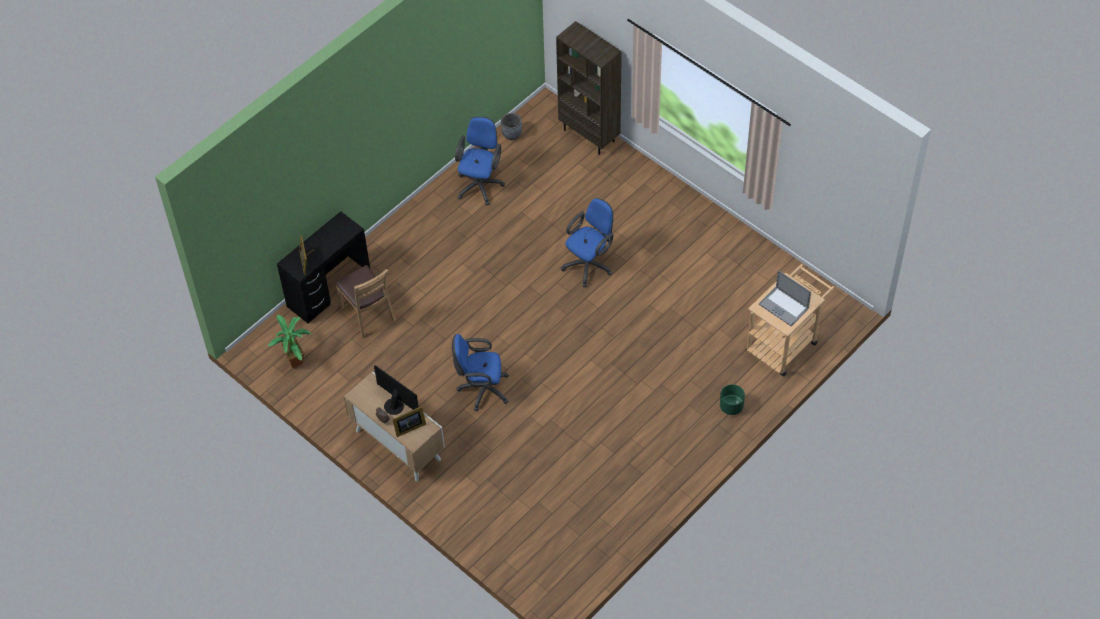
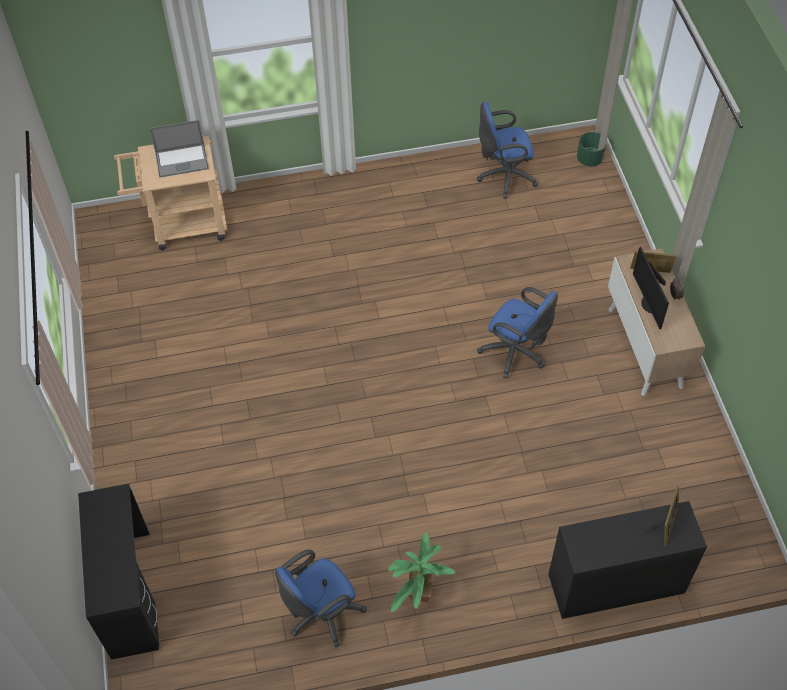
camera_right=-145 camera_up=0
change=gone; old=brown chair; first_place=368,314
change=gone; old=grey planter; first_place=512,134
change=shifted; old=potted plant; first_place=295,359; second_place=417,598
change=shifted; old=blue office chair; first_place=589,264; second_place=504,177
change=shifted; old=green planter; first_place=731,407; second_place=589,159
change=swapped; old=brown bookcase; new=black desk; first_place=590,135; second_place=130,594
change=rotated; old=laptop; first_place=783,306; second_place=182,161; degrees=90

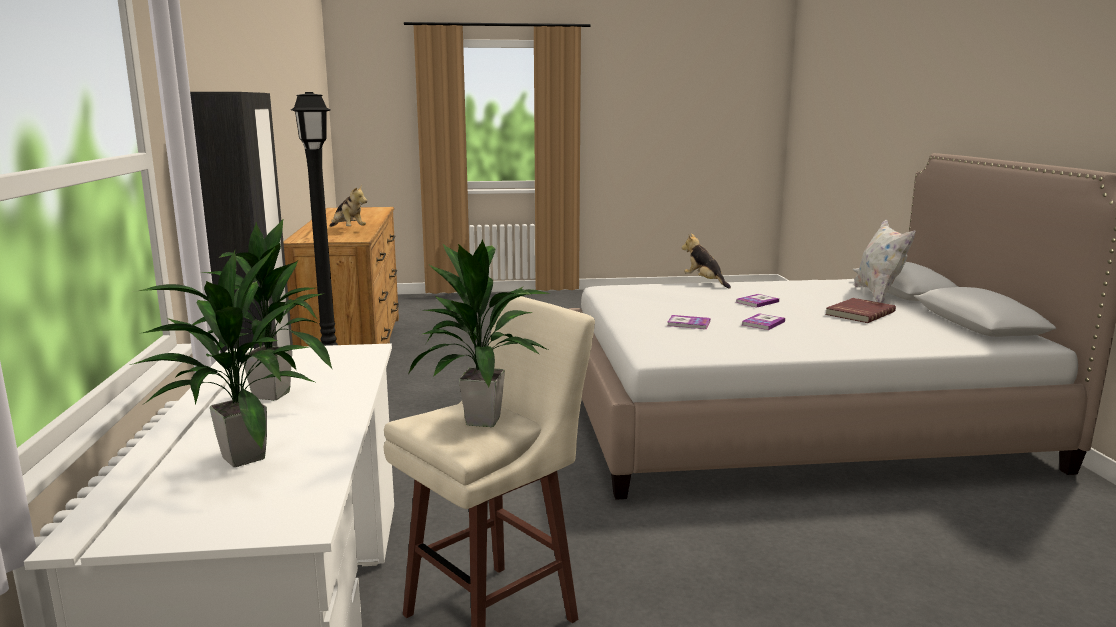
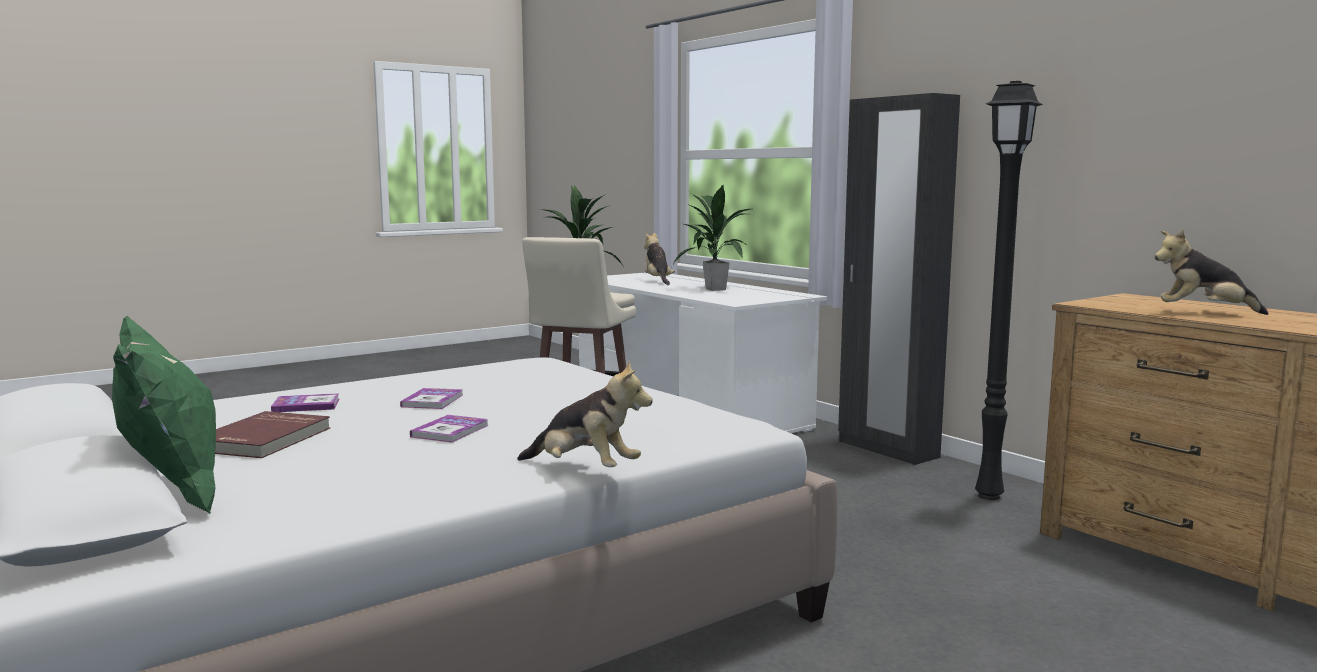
camera_right=150 camera_up=-5
change=shifted; old=book; first_place=688,323; second_place=306,405
change=swapped; old=potted plant; new=plush toy; first_place=241,458; second_place=658,281
change=repainted; old=white pillow; new=green pillow; first_place=878,295; second_place=173,494

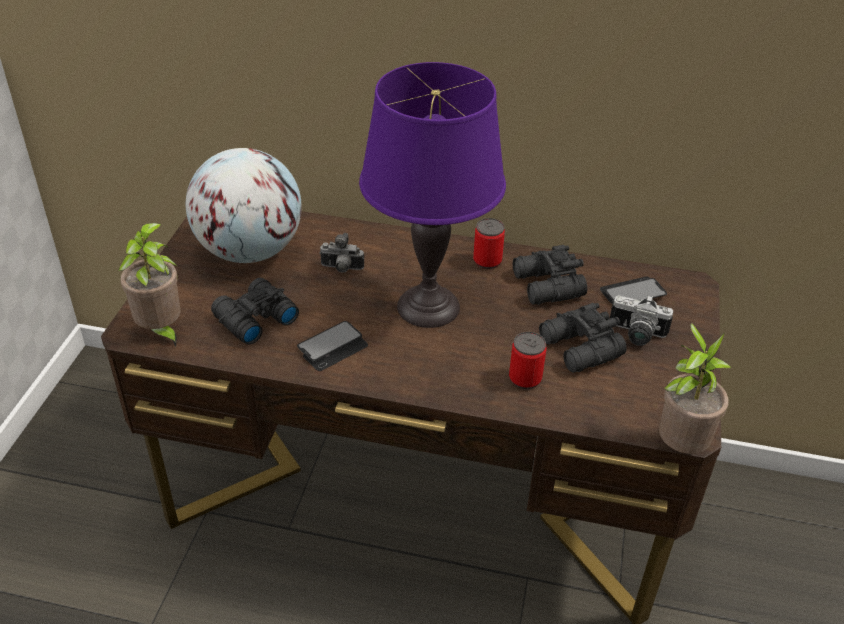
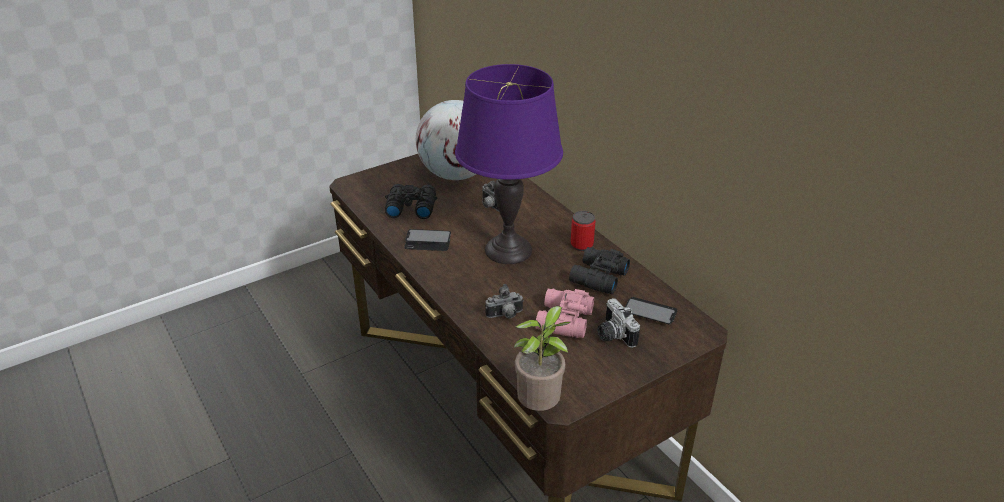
camera_right=45 camera_up=-5
change=gone; old=potted plant; first_place=161,331
change=swapped; old=can; new=photo camera; first_place=525,378; second_place=505,315
change=repainted; old=black binoculars; new=pink binoculars; first_place=579,349; second_place=562,321

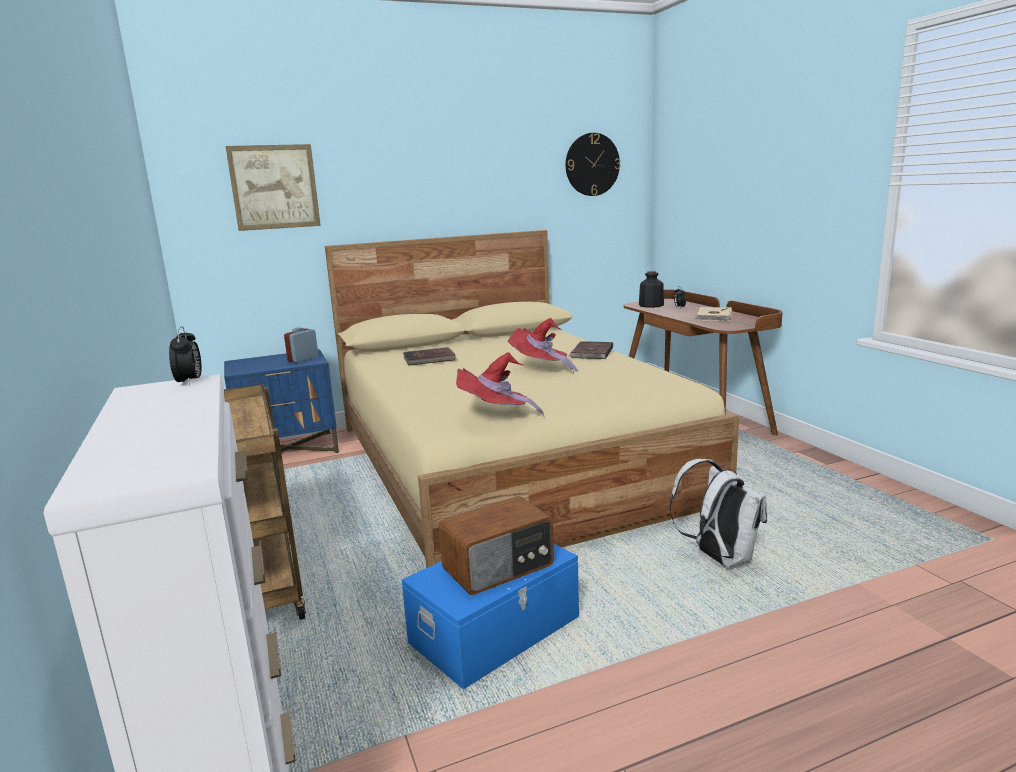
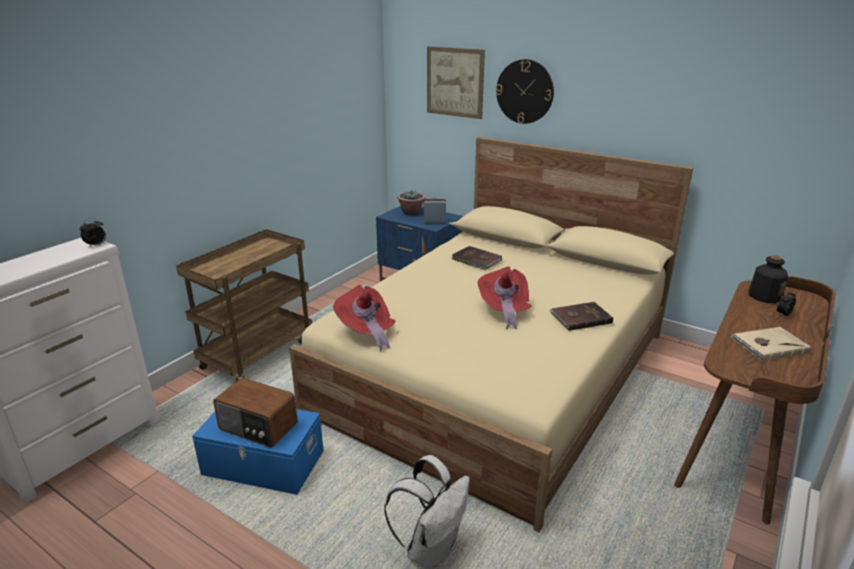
camera_right=55 camera_up=10
change=new; new=potted plant; second_place=411,213
change=shifted; old=wall clock; first_place=592,164; second_place=524,91

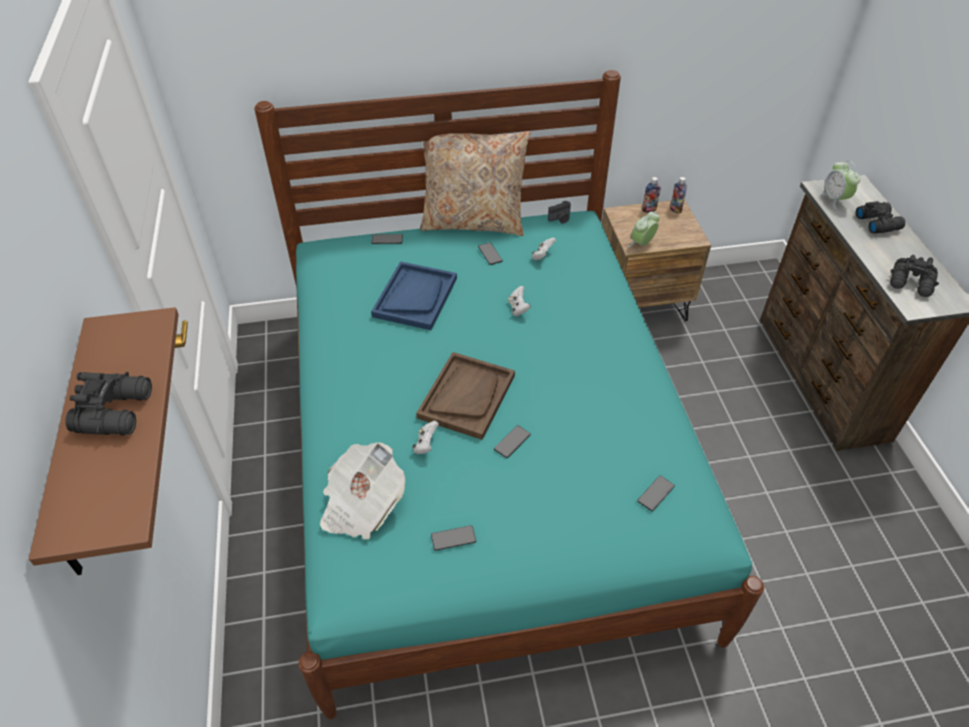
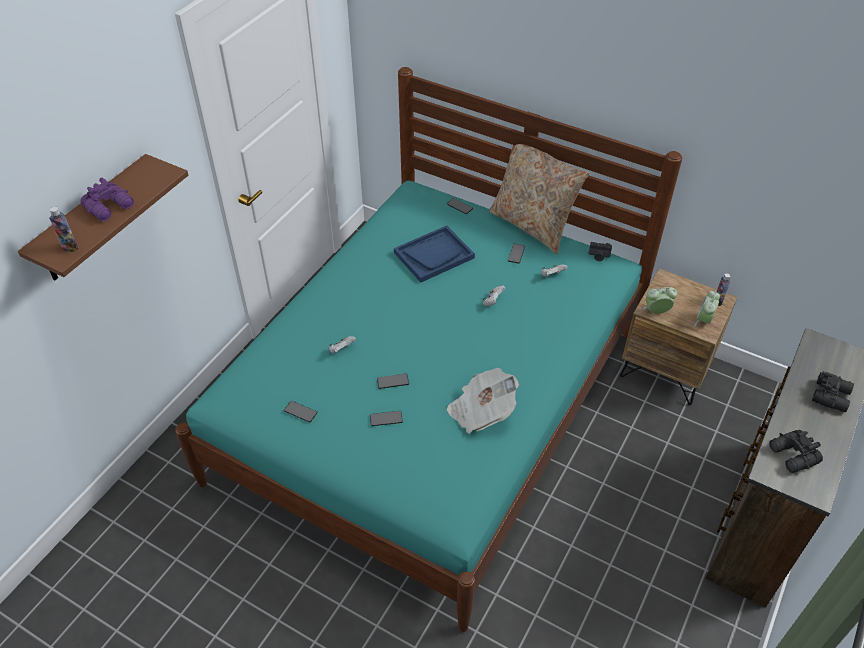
camera_right=40 camera_up=0
change=gone; old=brown tray; first_place=466,396
change=shifted; old=newspaper; first_place=361,505; second_place=481,411
change=shifted; old=phone; first_place=655,494; second_place=386,419
change=shifted; old=bottle; first_place=649,210; second_place=69,247
change=shifted; old=alarm clock; first_place=835,199; second_place=704,320
change=repainted; old=black binoculars; new=purple binoculars; first_place=116,410; second_place=110,207

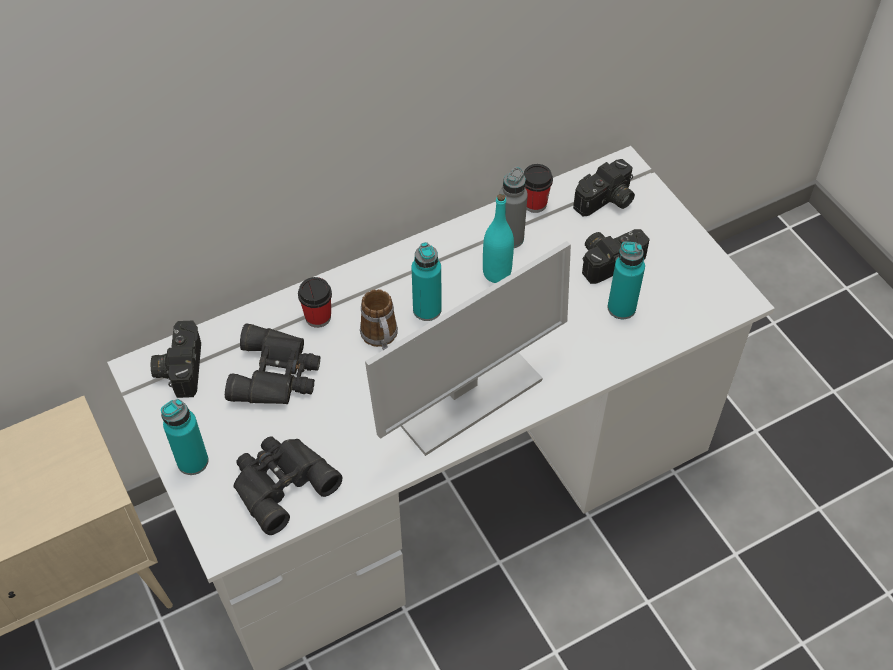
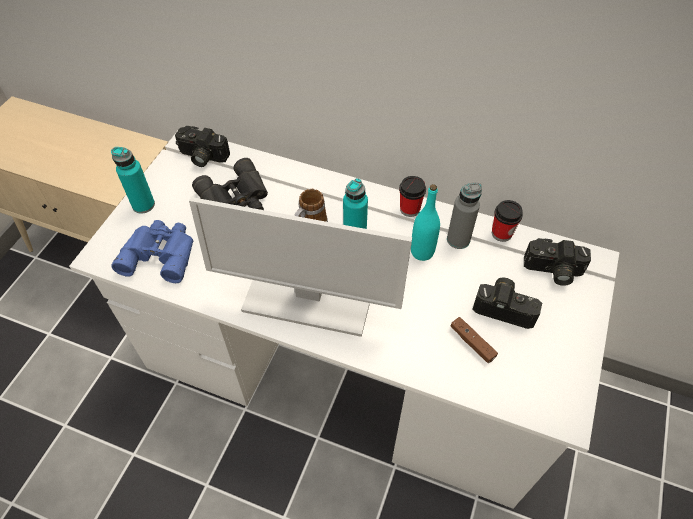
camera_right=50 camera_up=0
change=shifted; old=cup; first_place=318,317; second_place=409,209
change=swapped; old=turquoise bottle; new=brown game controller; first_place=621,308; second_place=472,343
change=repainted; old=black binoculars; new=blue binoculars; first_place=280,483; second_place=160,253
change=rotated; old=photo camera; first_place=179,367; second_place=202,157; degrees=-120

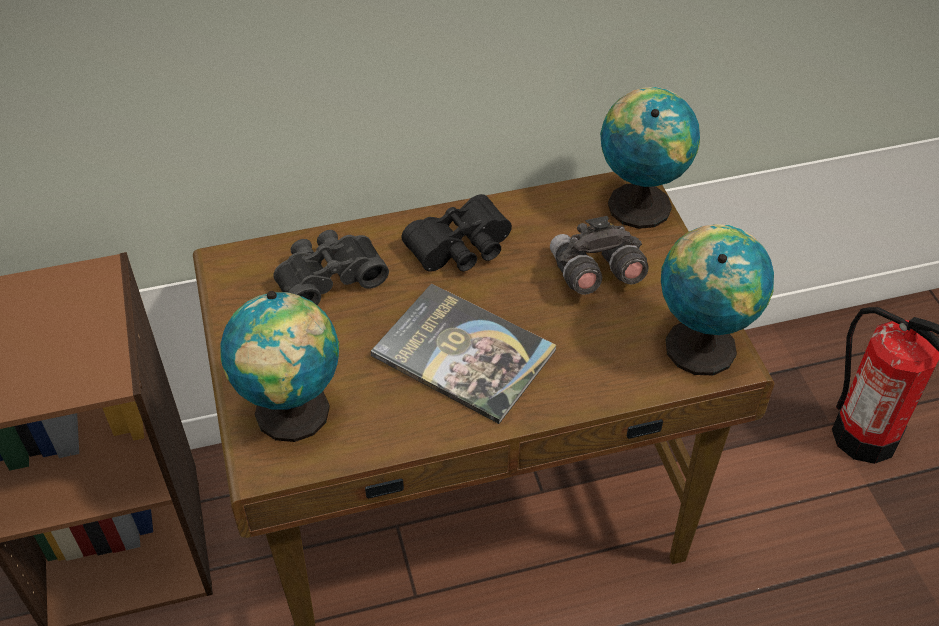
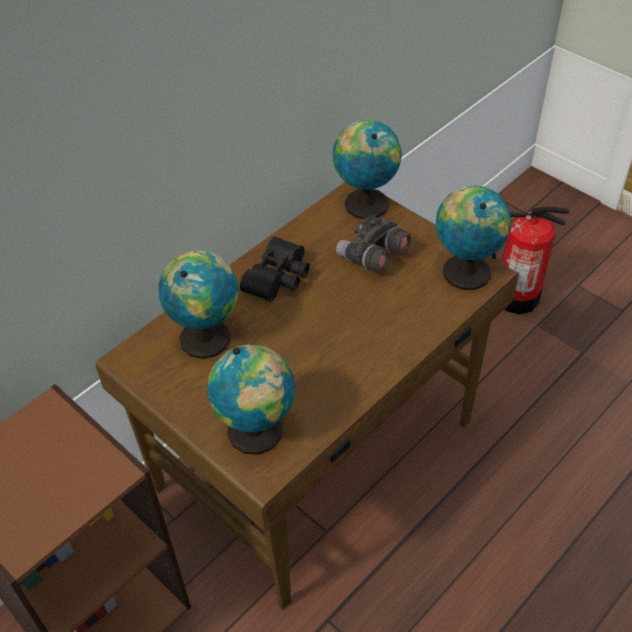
camera_right=-30 camera_up=0
change=gone; old=book; first_place=463,353
change=swapped; old=black binoculars; new=globe; first_place=328,277; second_place=207,336

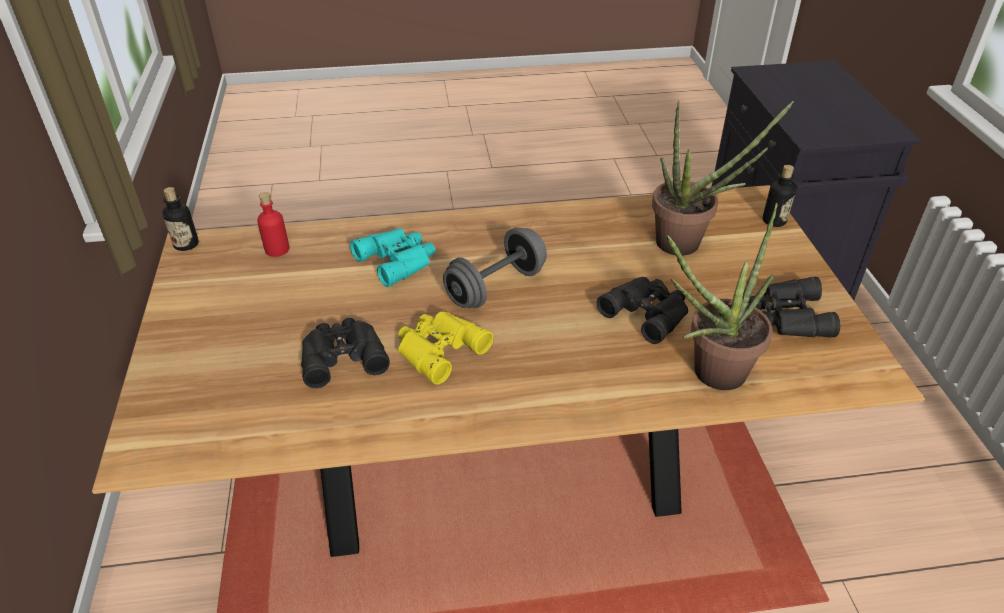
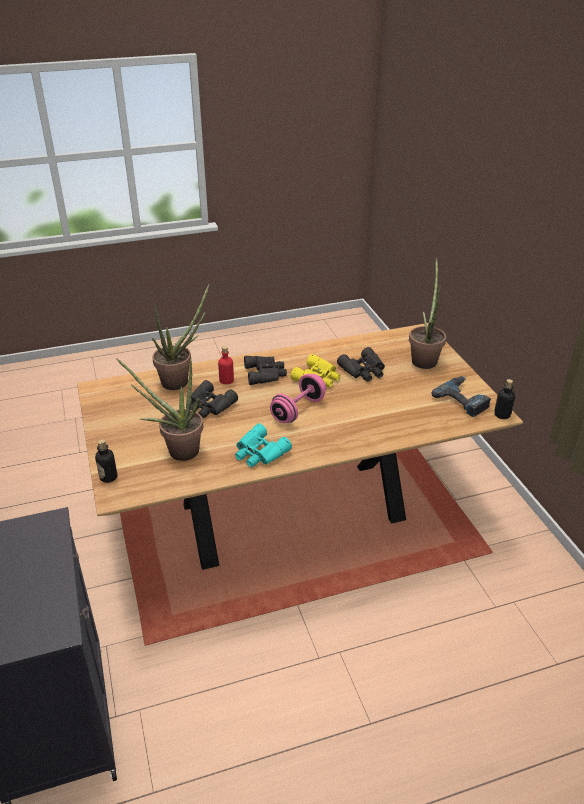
camera_right=170 camera_up=-5
change=new; new=potted plant; second_place=424,359
change=new; new=power drill; second_place=463,399
change=shifted; old=red bottle; first_place=277,249; second_place=226,380
change=shifted; old=turquoise binoculars; first_place=398,260; second_place=259,453
change=shifted; old=black binoculars; first_place=787,316; second_place=266,373
change=repainted; old=grey dumbbell; new=pink dumbbell; first_place=495,287; second_place=298,410

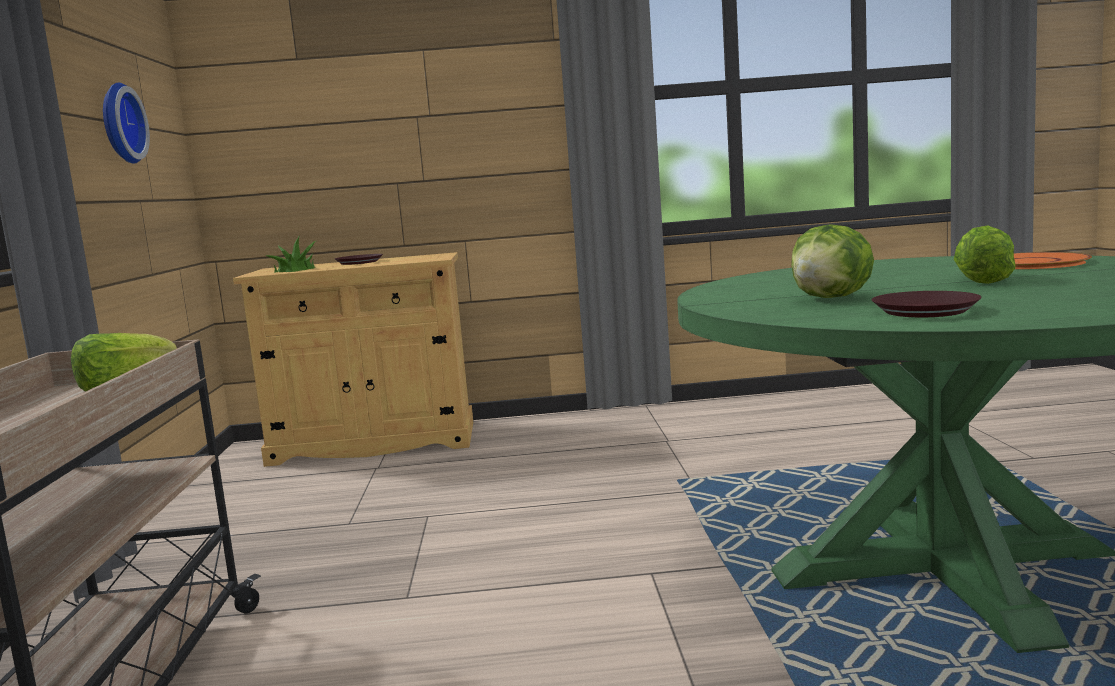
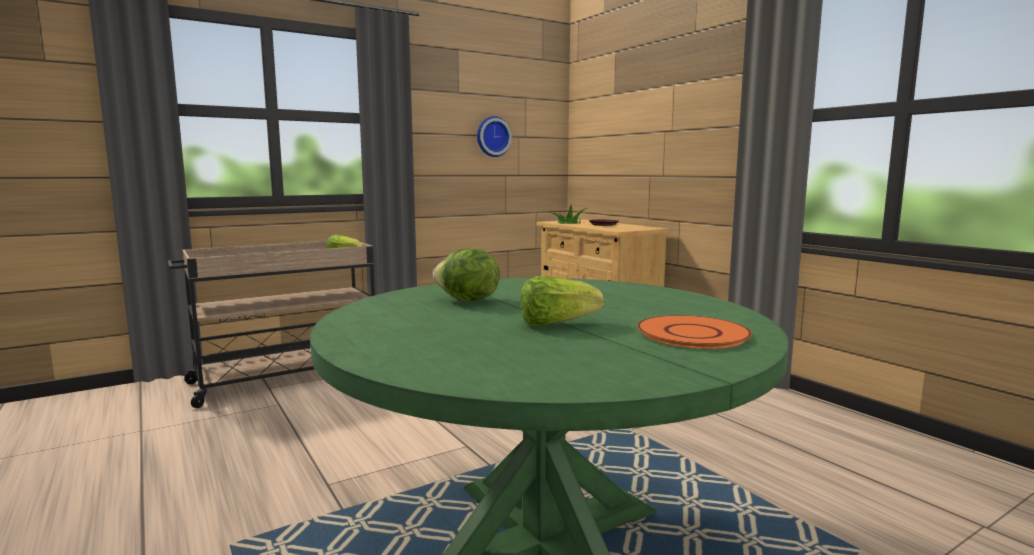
camera_right=60 camera_up=0
change=gone; old=brown plate; first_place=926,311

